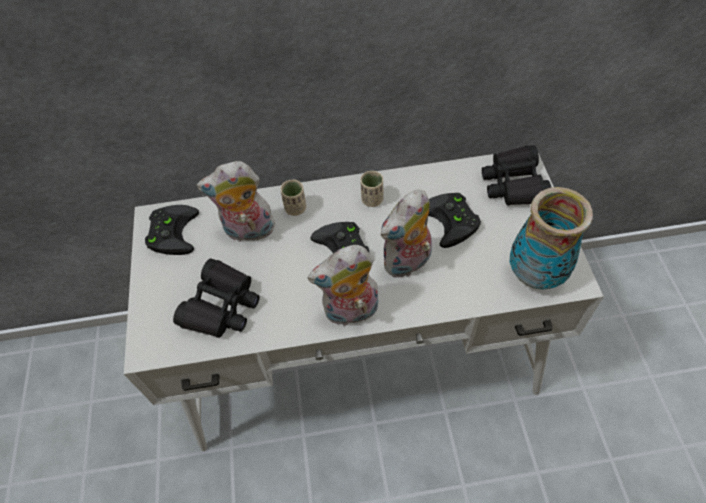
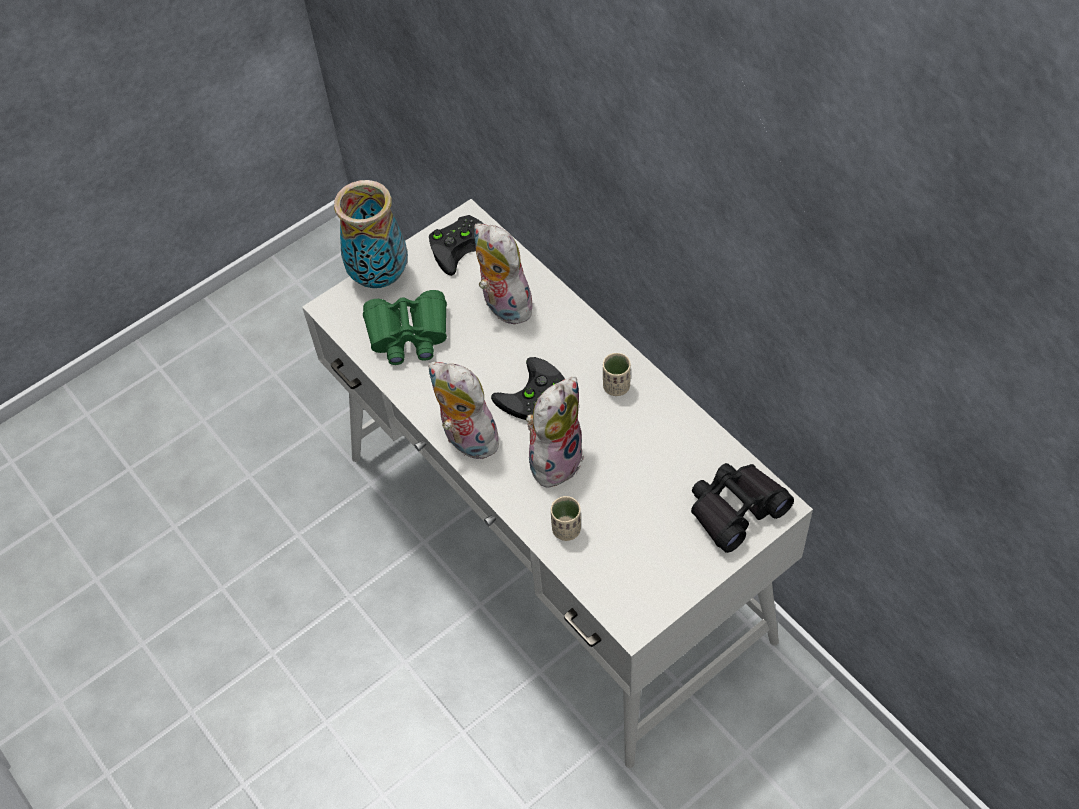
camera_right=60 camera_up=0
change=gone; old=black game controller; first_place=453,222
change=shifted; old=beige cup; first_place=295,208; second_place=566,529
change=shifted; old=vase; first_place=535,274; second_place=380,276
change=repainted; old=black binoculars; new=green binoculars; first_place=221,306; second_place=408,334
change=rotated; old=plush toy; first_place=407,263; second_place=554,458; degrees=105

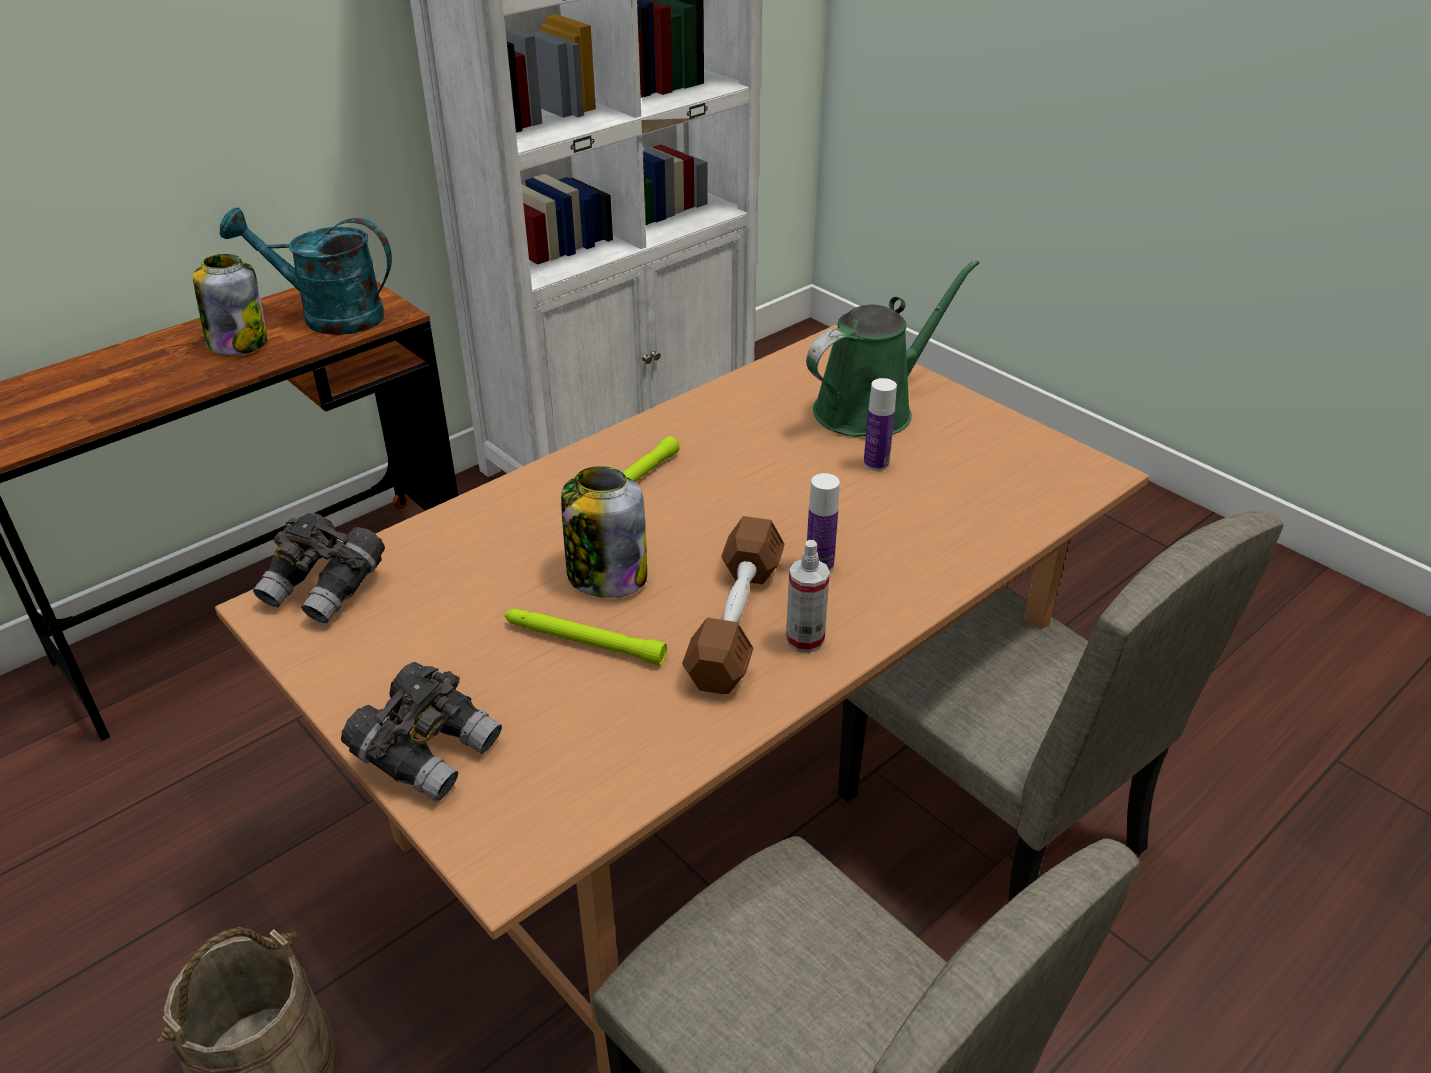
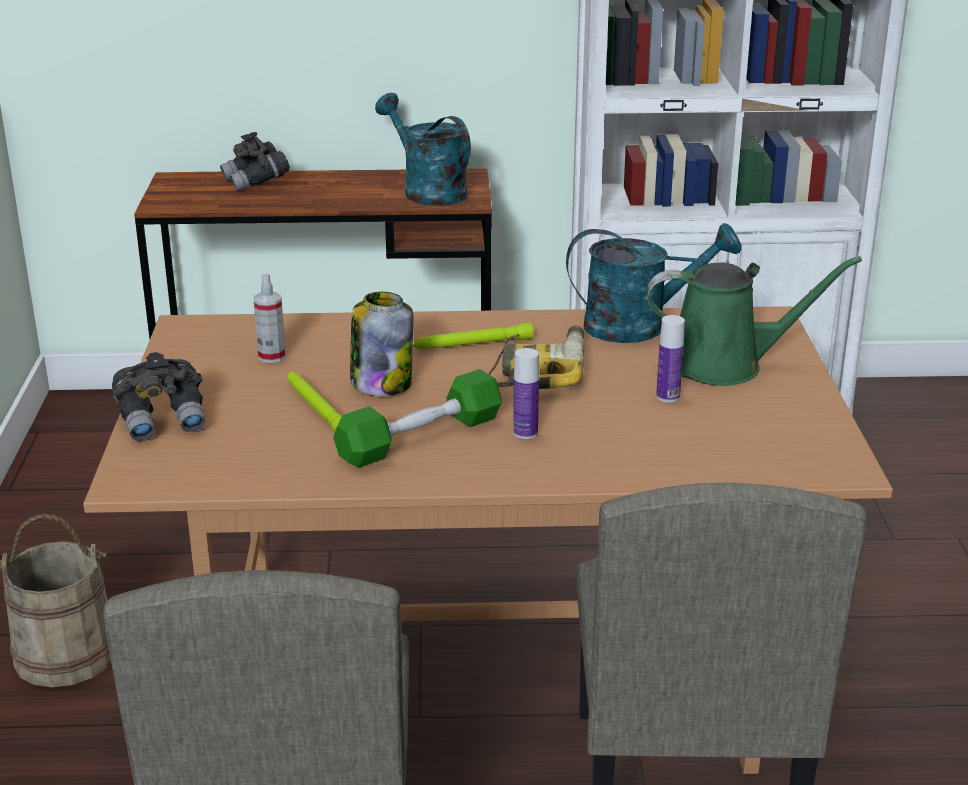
camera_right=40 camera_up=-10
change=gone; old=jar; first_place=238,343
change=new; new=power drill; second_place=539,370
change=new; new=turquoise watering can; second_place=640,326
change=shifted; old=grey binoculars; first_place=326,588; second_place=256,182
change=shifted; old=spray bottle; first_place=805,640; second_place=272,356
change=repainted; old=brown dumbbell; new=green dumbbell; first_place=736,622; second_place=420,437

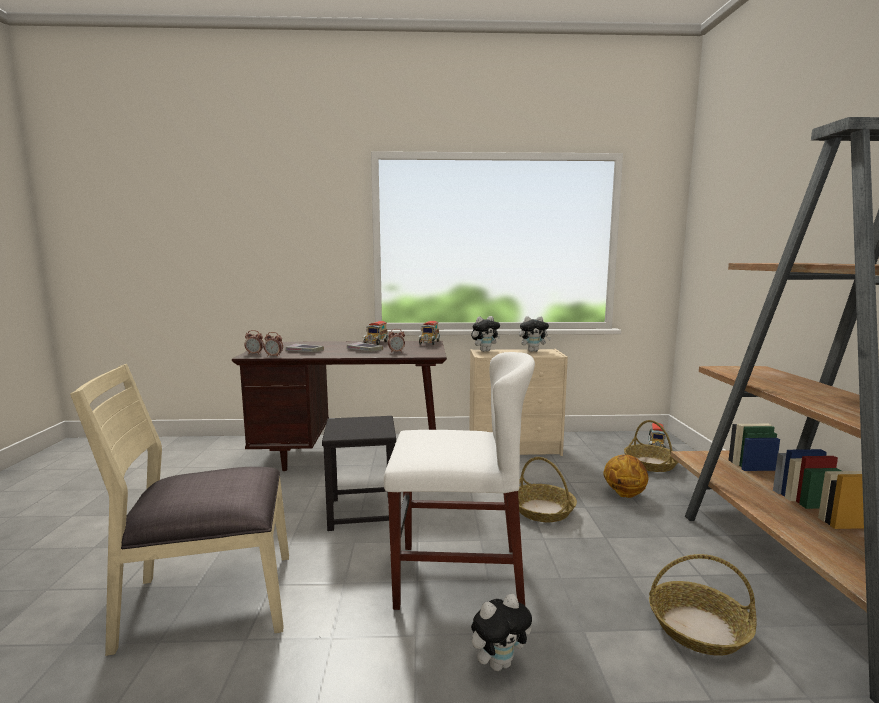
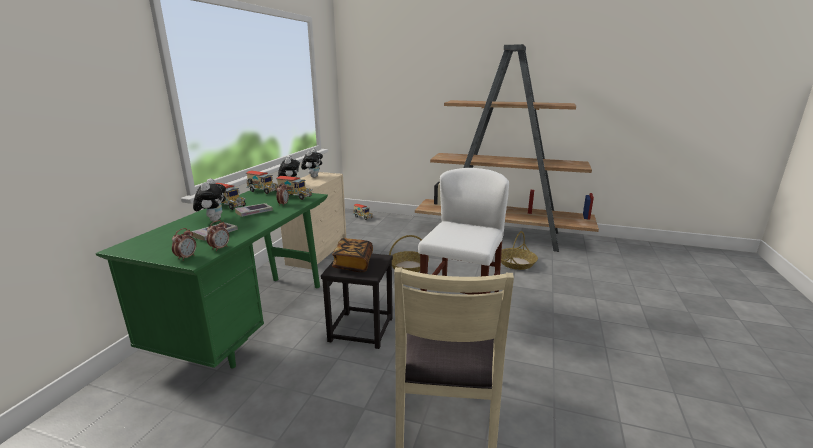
camera_right=-70 camera_up=10
change=gone; old=basketball; first_place=624,494
change=gone; old=basket; first_place=651,464
change=new; new=toy truck; second_place=295,197
change=new; new=book; second_place=353,264
change=shifted; old=plush toy; first_place=499,663; second_place=213,220
change=repainted; old=brown desk; new=green desk; first_place=351,457; second_place=249,322

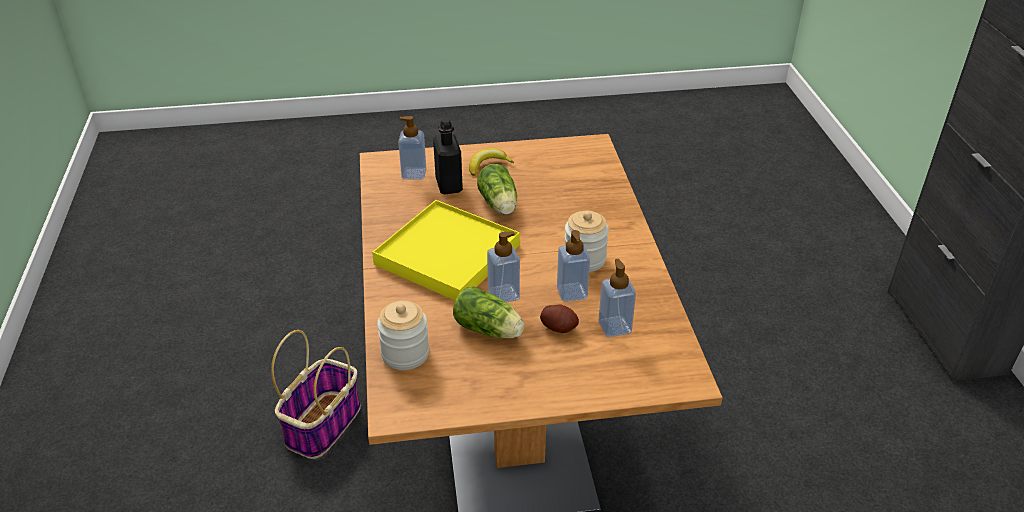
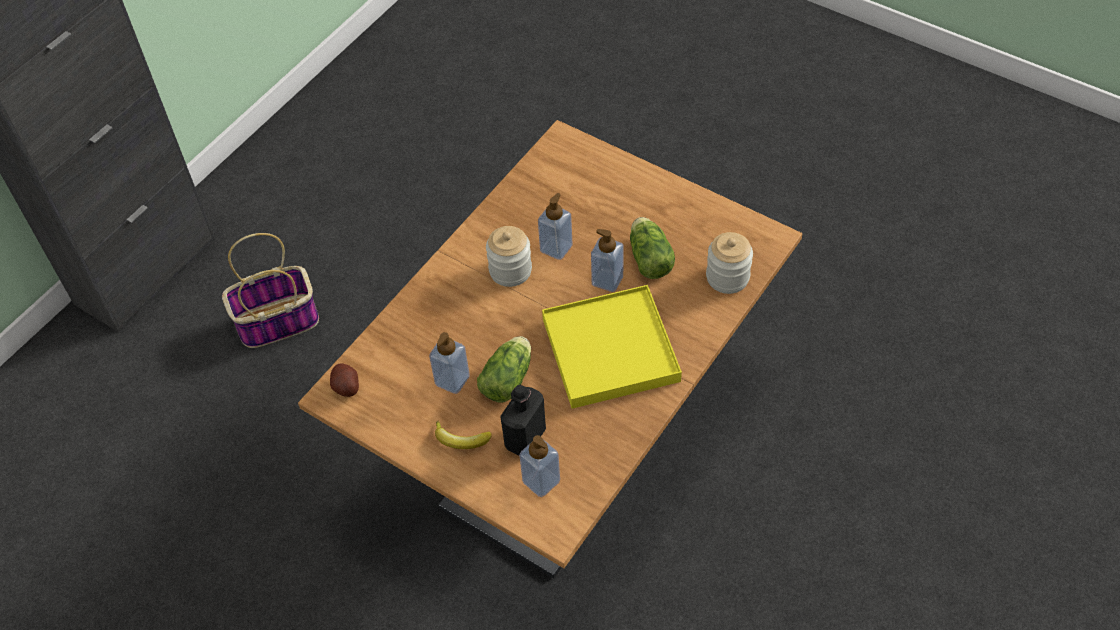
camera_right=-135 camera_up=15
change=shifted; old=basket; first_place=323,424; second_place=276,323
change=shifted; old=potato; first_place=559,327; second_place=346,387
change=shifted; old=soap dispenser; first_place=614,327; second_place=452,380

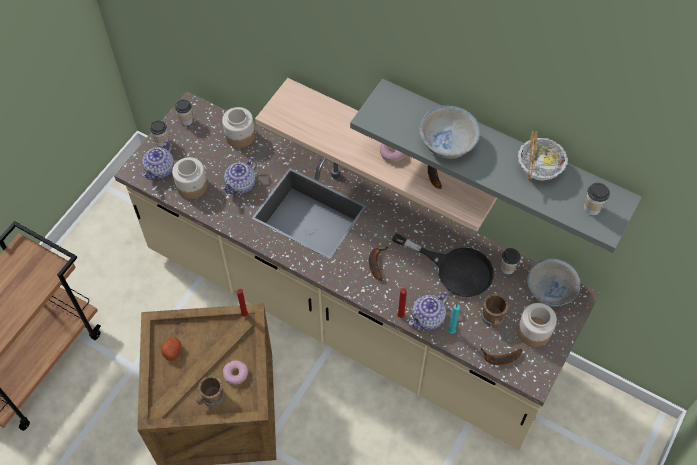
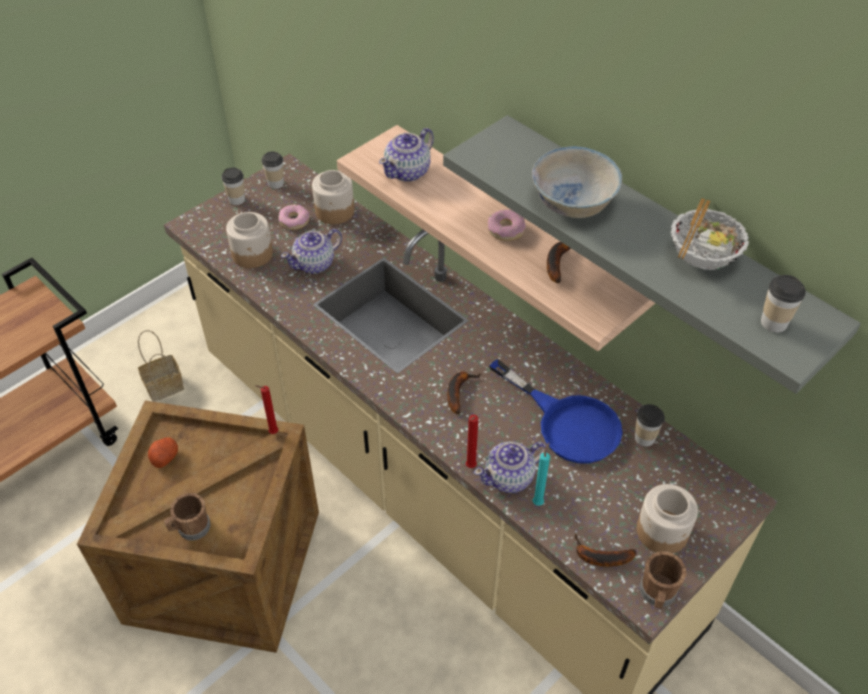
camera_right=15 camera_up=-10
change=gone; old=white bowl; first_place=550,291
change=new; new=basket; second_place=165,385
change=shifted; old=teapot; first_place=160,169; second_place=408,171
change=shifted; old=donut; first_place=235,374; second_place=294,221
change=shifted; old=brown mug; first_place=492,319; second_place=657,594
change=repainted; old=black frying pan; new=blue frying pan; first_place=455,269; second_place=567,423

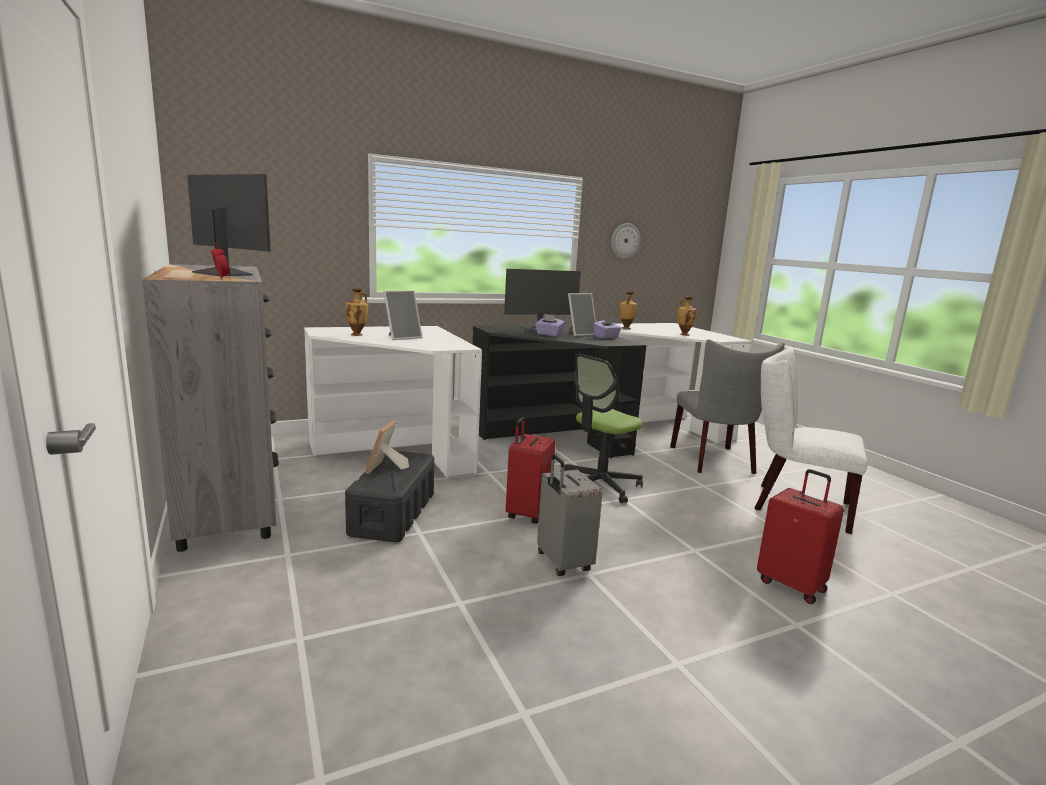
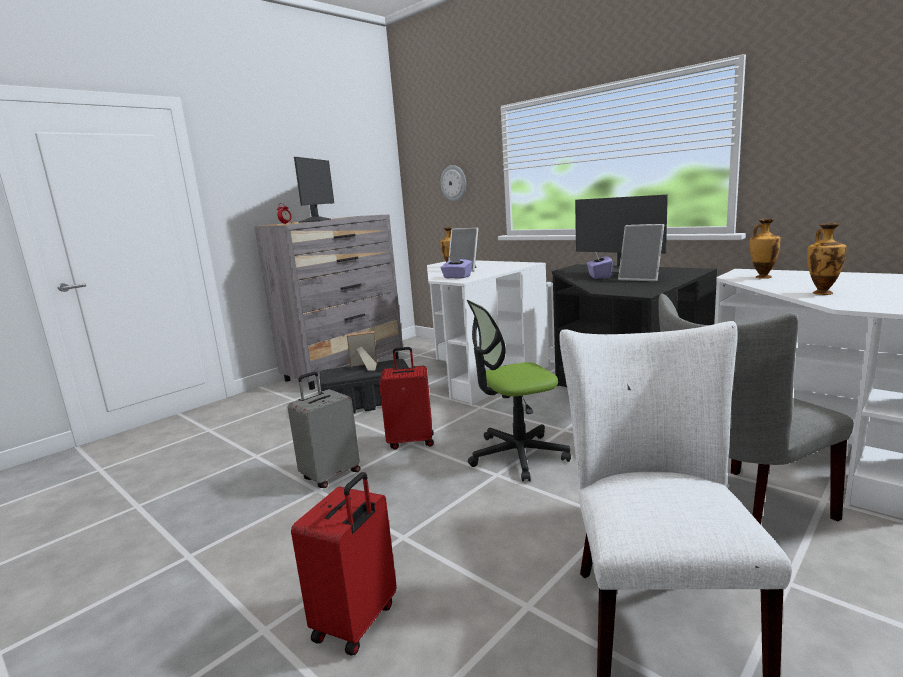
camera_right=70 camera_up=0
change=shifted; old=purple tissue box; first_place=606,337; second_place=457,277
change=shifted; old=wall clock; first_place=625,240; second_place=454,183
change=rotated; old=office chair; first_place=599,485; second_place=517,455; degrees=-45

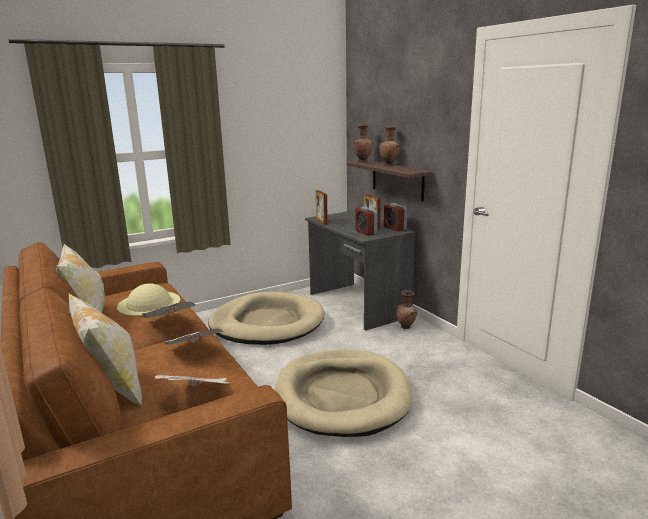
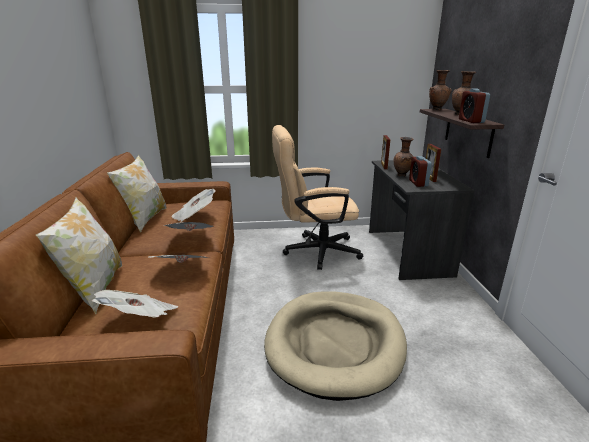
camera_right=25 camera_up=5
change=shifted; old=alarm clock; first_place=394,228; second_place=471,121
change=shifted; old=brown vase; first_place=406,327; second_place=402,175
change=swapped; old=beige hat; new=newspaper; first_place=149,303; second_place=194,216
change=swapped; old=beige dog bed; new=beige office chair; first_place=267,323; second_place=314,251

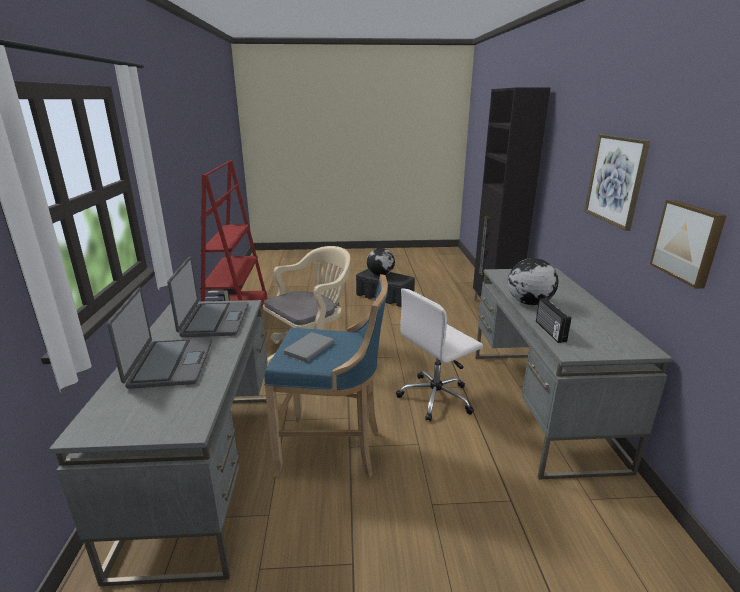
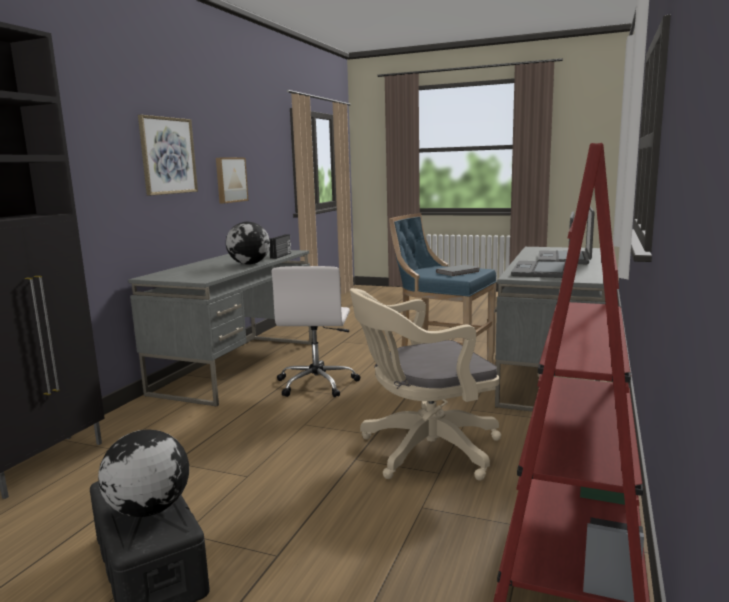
camera_right=-155 camera_up=-10
change=rotated; old=white office chair; first_place=436,398; second_place=317,384; degrees=105

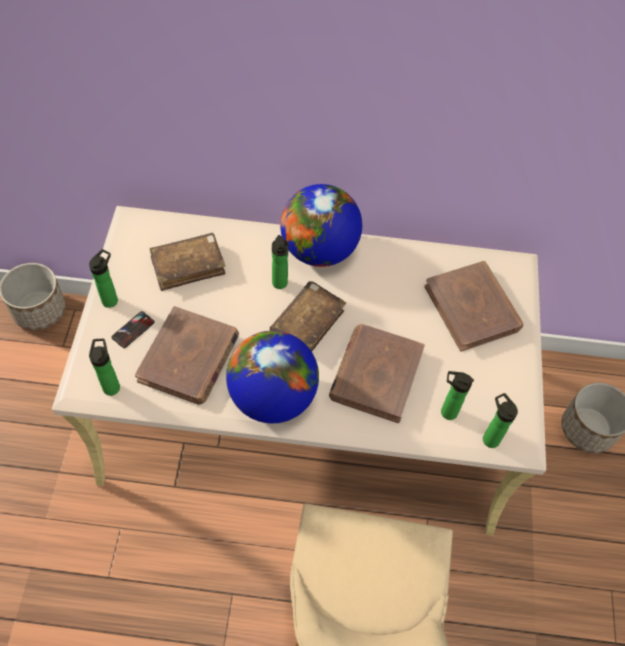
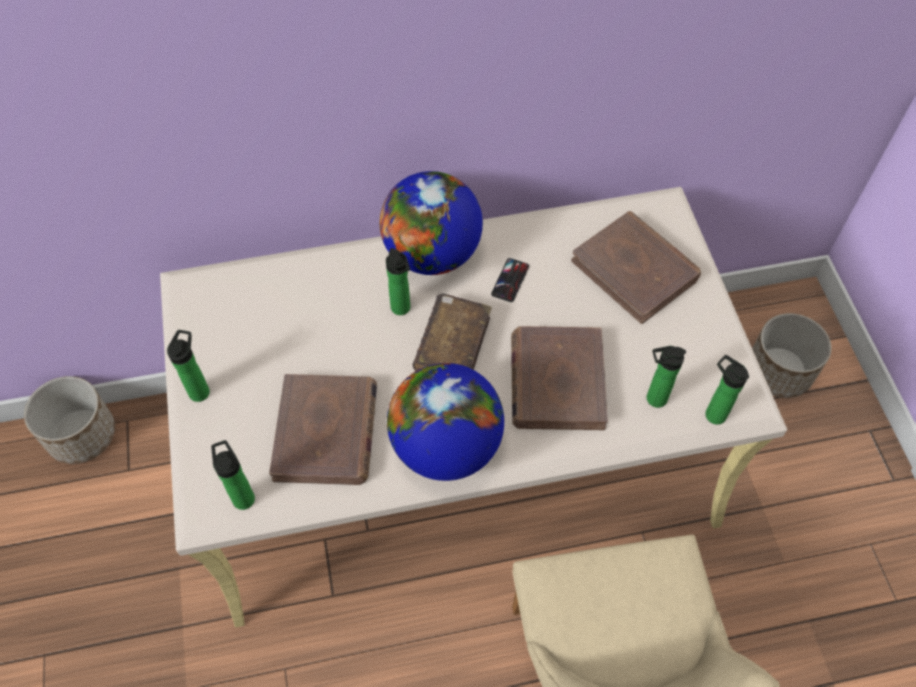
camera_right=-15 camera_up=0
change=gone; old=brown book; first_place=188,266
change=shifted; old=phone; first_place=133,330; second_place=510,280

